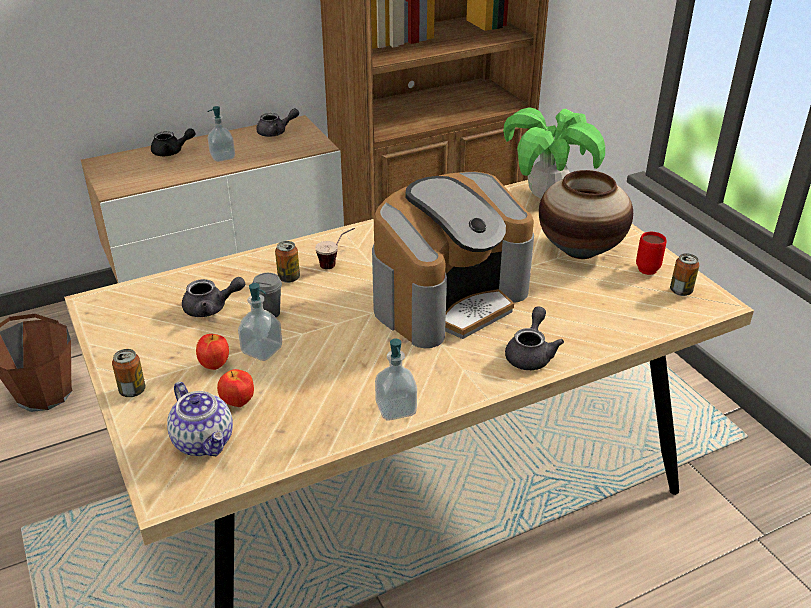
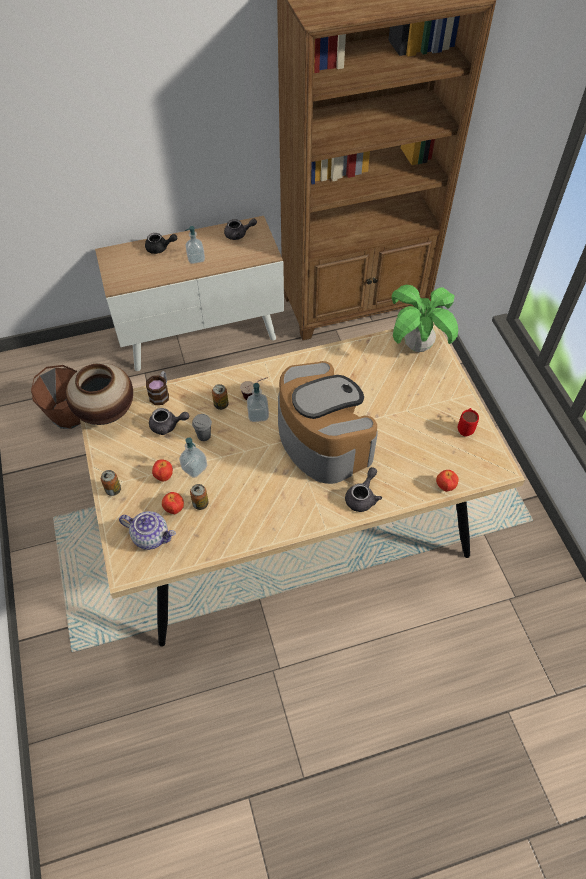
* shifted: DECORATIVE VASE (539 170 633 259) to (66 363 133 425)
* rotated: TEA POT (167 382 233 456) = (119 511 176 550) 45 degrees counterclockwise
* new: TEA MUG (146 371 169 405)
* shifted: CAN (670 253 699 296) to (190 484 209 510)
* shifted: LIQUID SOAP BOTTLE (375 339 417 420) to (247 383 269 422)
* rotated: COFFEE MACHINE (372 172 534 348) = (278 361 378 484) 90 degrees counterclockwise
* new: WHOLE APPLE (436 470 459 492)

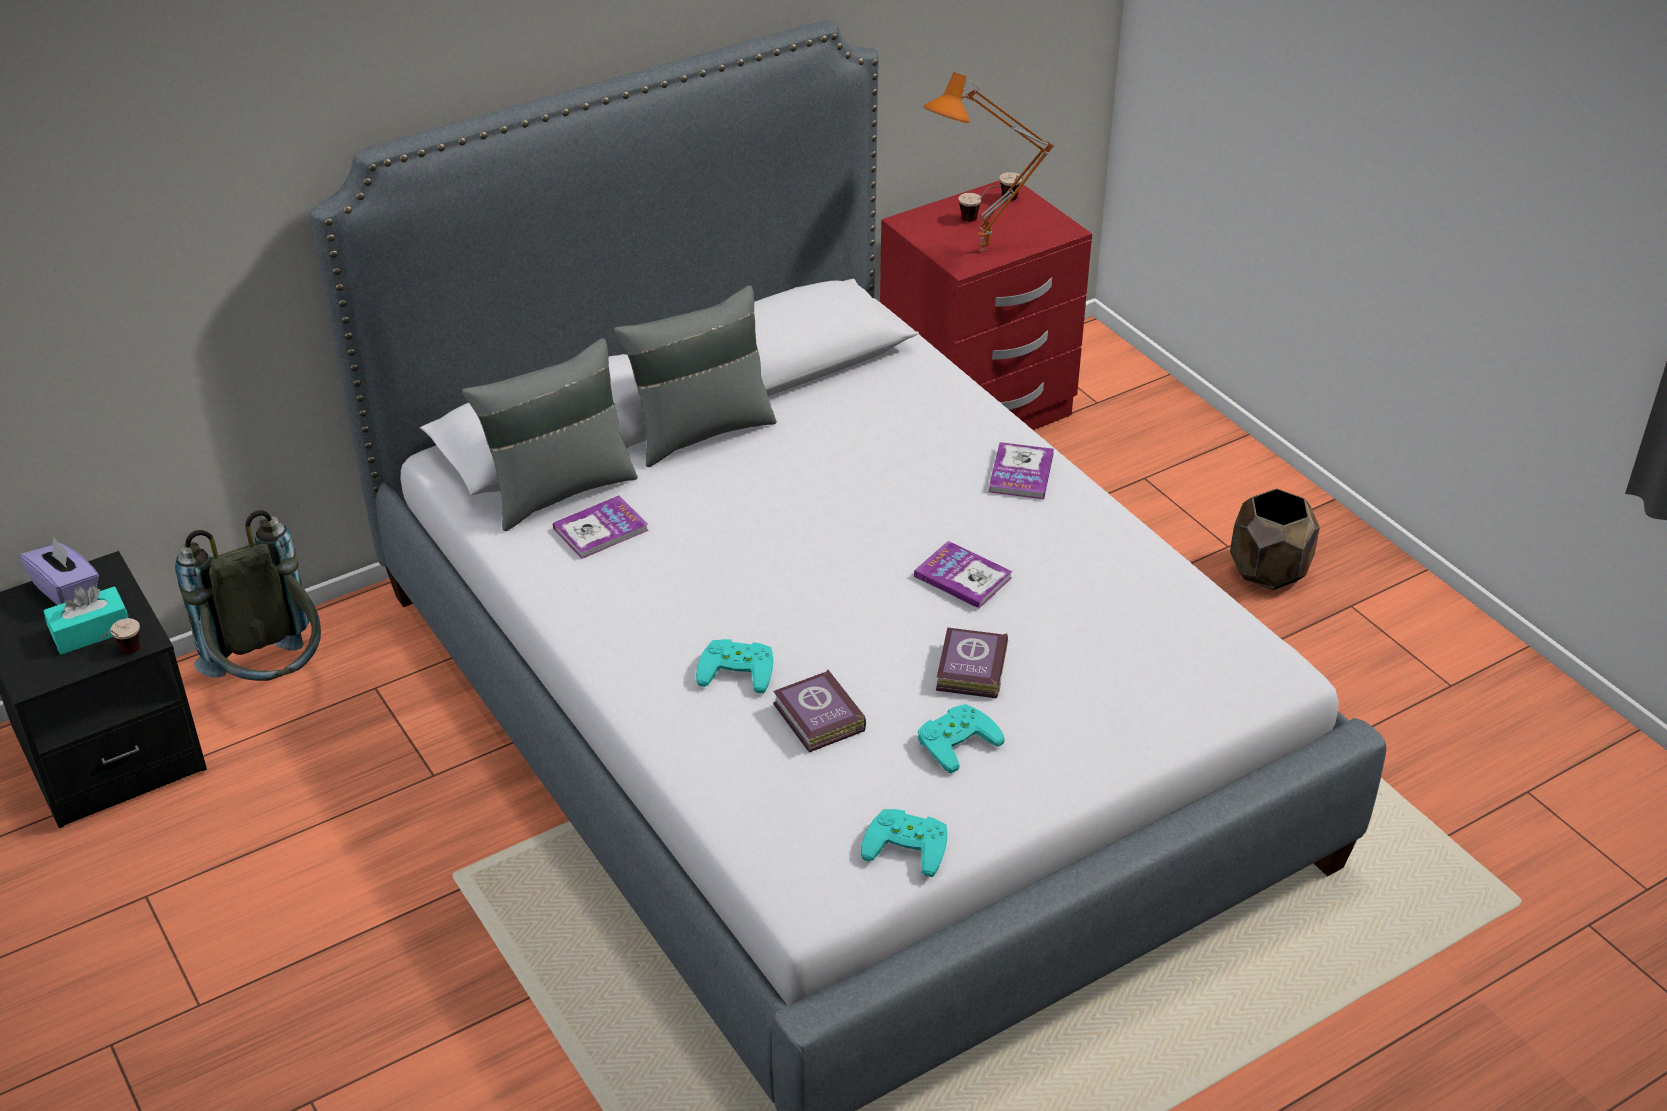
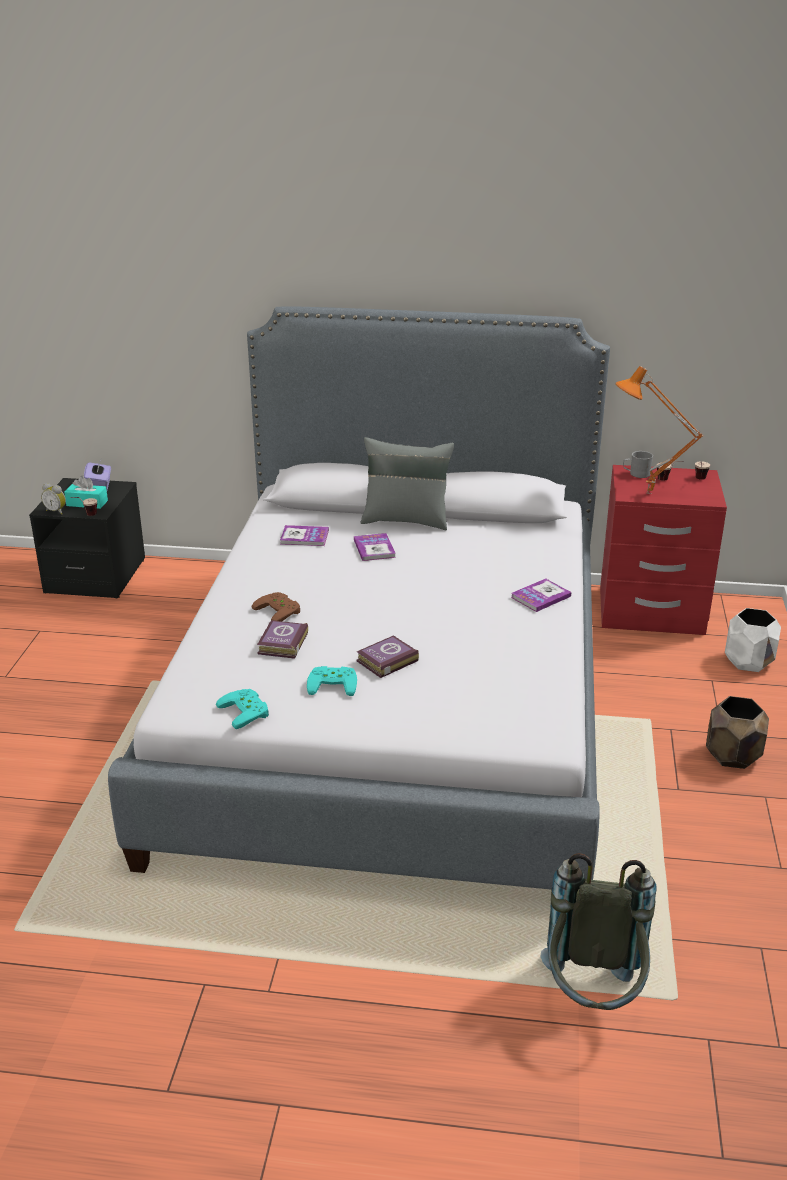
* new: TABLE CLOCK (41 483 66 515)
* repainted: TURQUOISE-COLOURED GAME CONTROLLER (696 639 773 693) to BROWNISH GAME CONTROLLER (252 592 300 621)
* shifted: BOOK (914 541 1013 608) to (354 533 396 561)
* shifted: GRAY BACKPACK (175 510 321 681) to (540 853 657 1010)
* new: GRAY TEA MUG (623 451 653 478)
* new: WHITE FLOWER POT (725 608 781 672)
* gone: GRAY CUSHION (462 338 638 531)

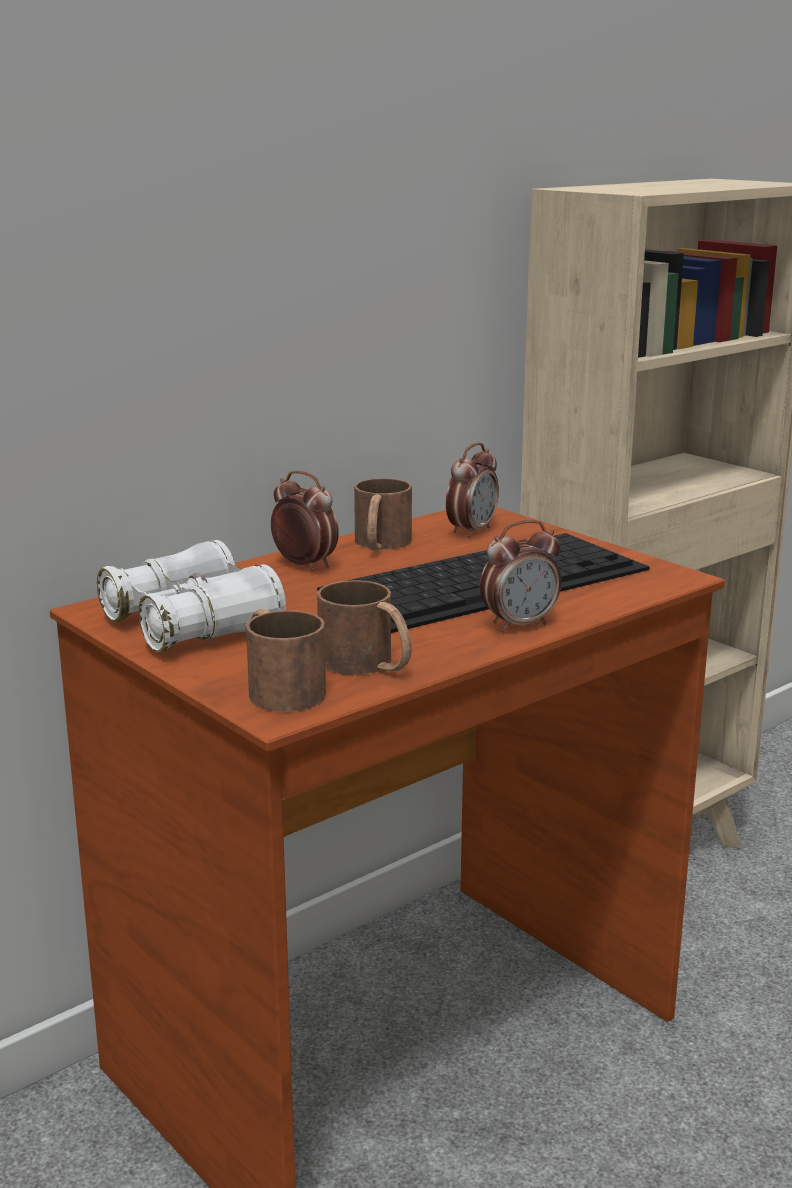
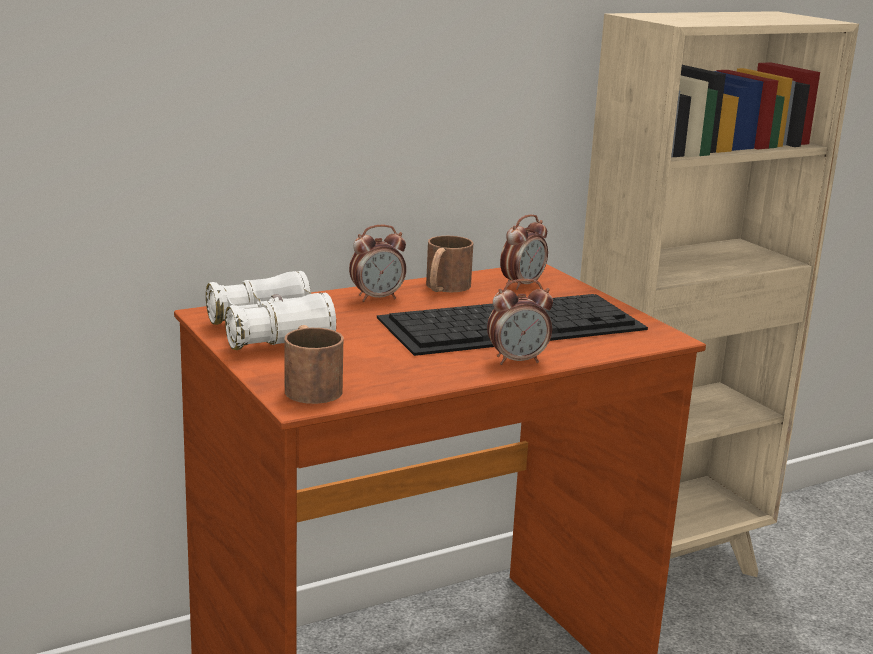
* rotated: TABLE CLOCK (271 471 339 571) = (349 225 406 302) 105 degrees clockwise
* gone: BROWNISH TEA MUG (317 580 412 675)

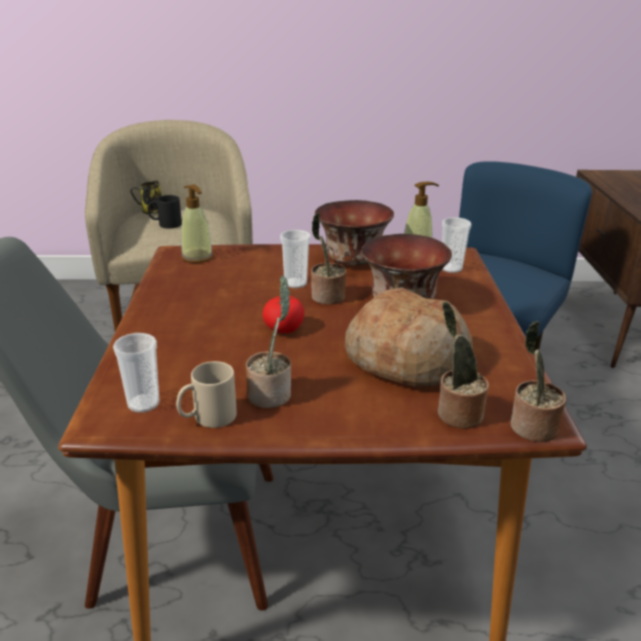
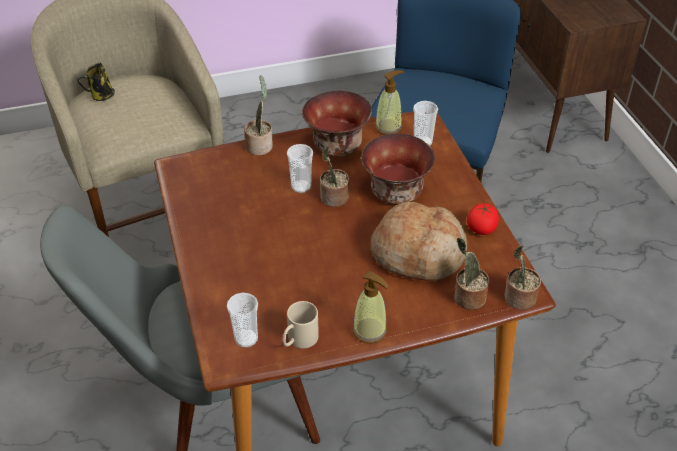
* shifted: POTTED PLANT (246 275 291 408) to (244 75 273 155)
* shifted: LIQUID SOAP BOTTLE (181 184 213 263) to (352 271 389 344)
* shifted: FRESH TOMATO (263 296 304 333) to (467 203 499 235)
* gone: BLACKISH TEA MUG (148 195 182 229)

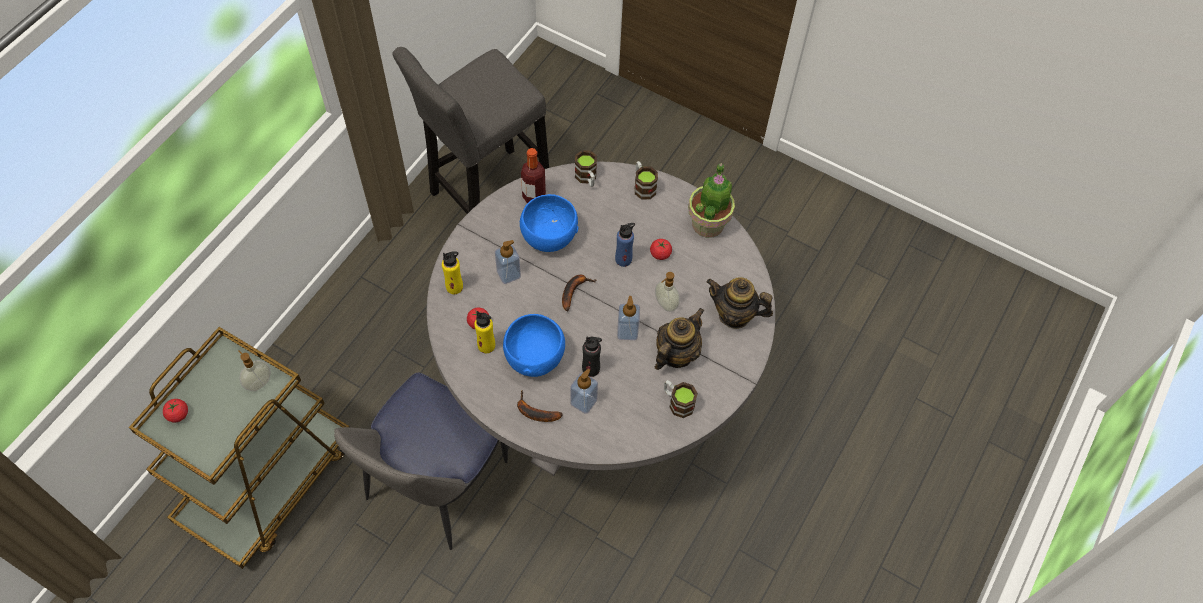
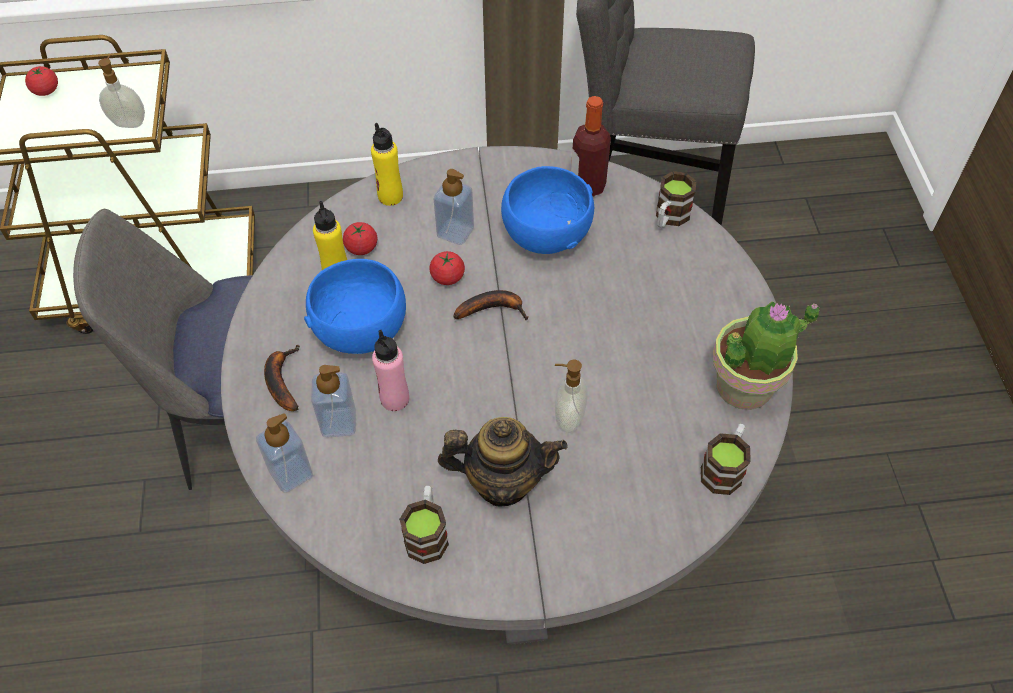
* shifted: LIQUID SOAP BOTTLE (617 296 640 340) to (256 413 313 493)
* repainted: BLACKISH BEVERAGE BOTTLE (582 336 602 377) to PINK-COLOURED BEVERAGE BOTTLE (372 330 409 411)
* shifted: FRESH TOMATO (650 239 672 260) to (429 251 465 285)
* shifted: TEA MUG (635 161 658 200) to (701 424 751 495)
* gone: BLUE-COLOURED BEVERAGE BOTTLE (615 223 635 267)
* gone: TEA POT (706 277 773 329)

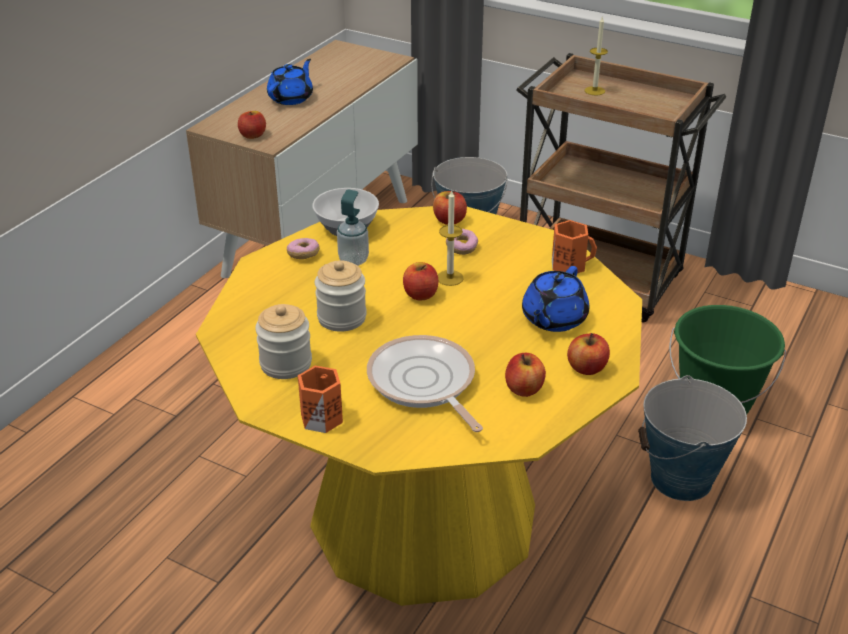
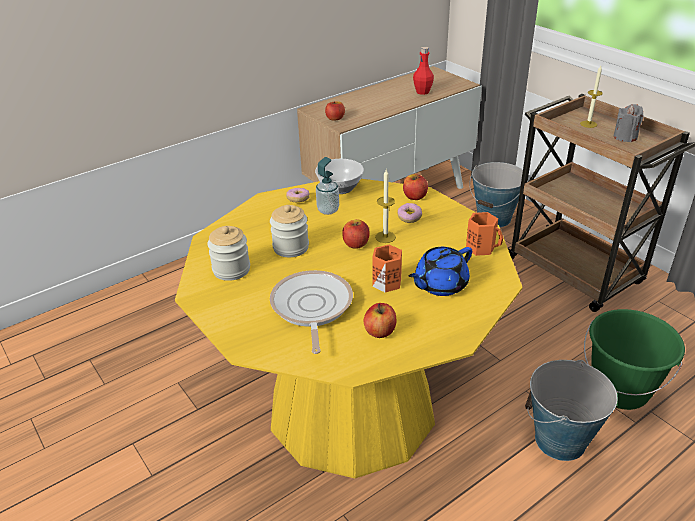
* shifted: ORANGEY TEA MUG (298 366 343 433) to (372 245 402 292)
* new: RED-COLOURED BEVERAGE BOTTLE (413 47 434 95)
* new: GRAY CANDLE (614 104 643 142)
* gone: BLUE-COLOURED TEA POT (267 59 313 105)
* gone: WHOLE APPLE (567 333 610 375)

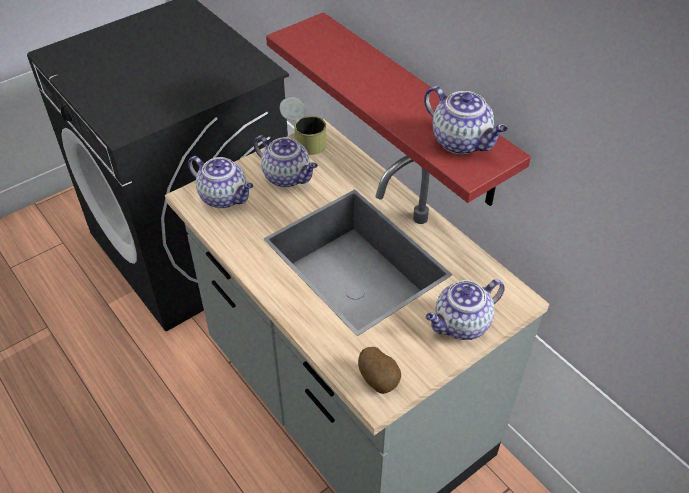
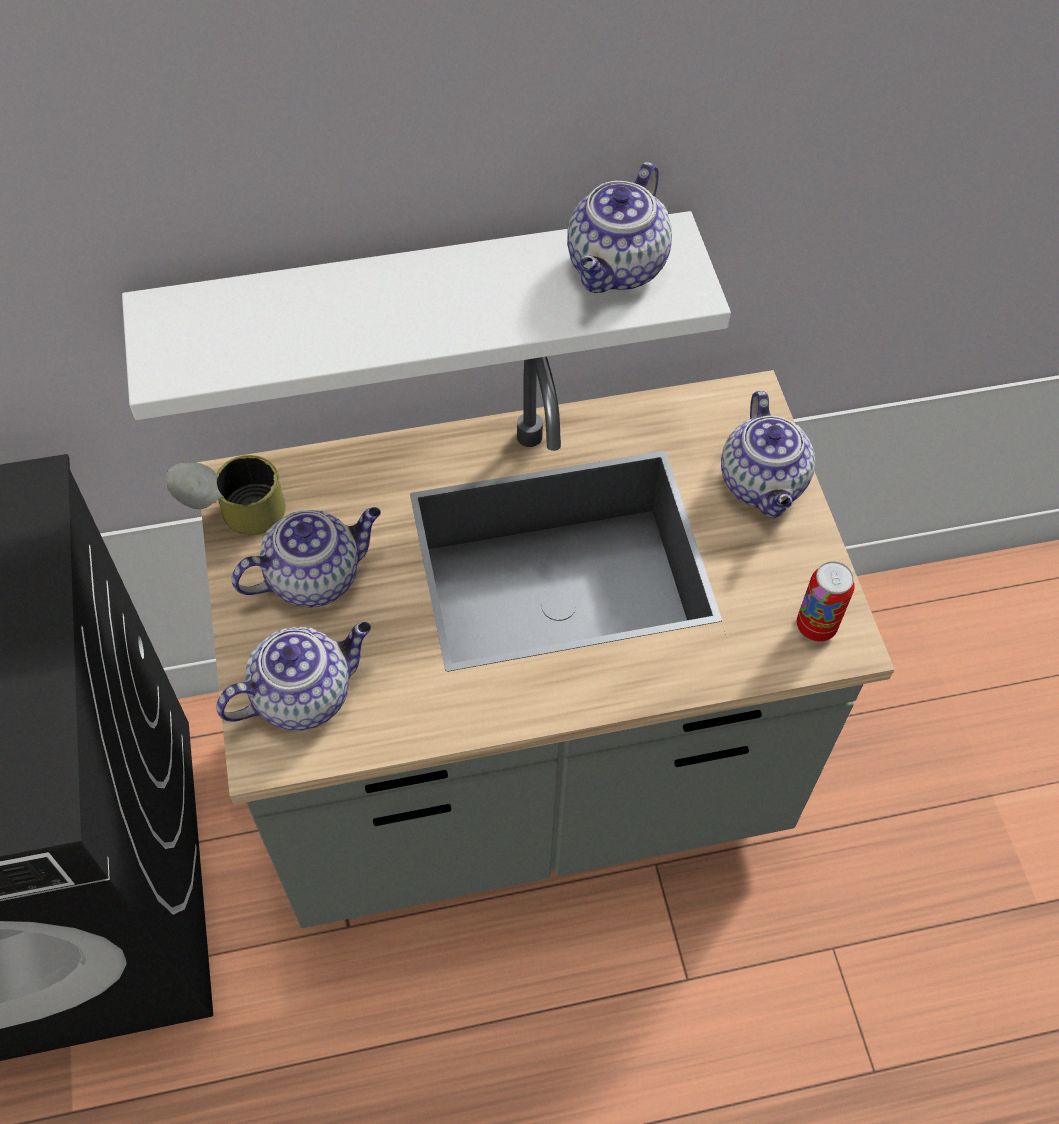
* repainted: RED-COLOURED BRACKET SHELF (266 12 531 206) to WHITE BRACKET SHELF (122 211 731 420)
* rotated: TEA POT (424 86 508 154) = (567 162 672 293) 135 degrees clockwise
* swapped: SPUD (358 347 401 394) to CAN (797 561 855 642)

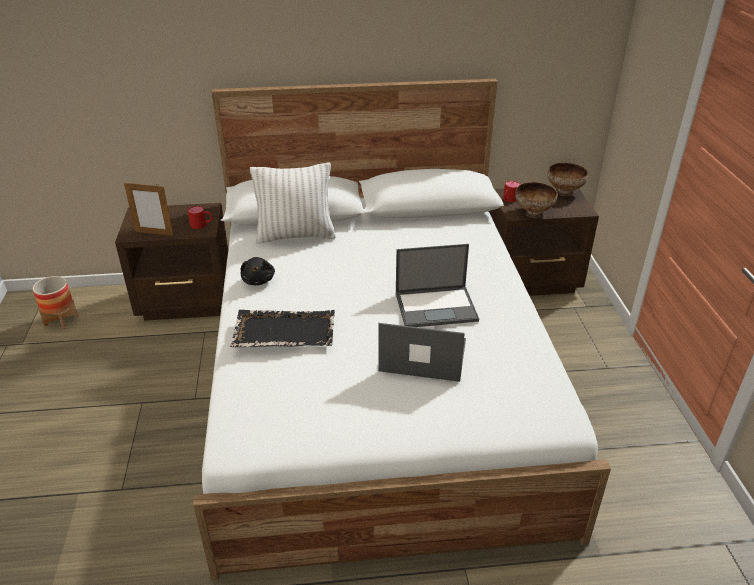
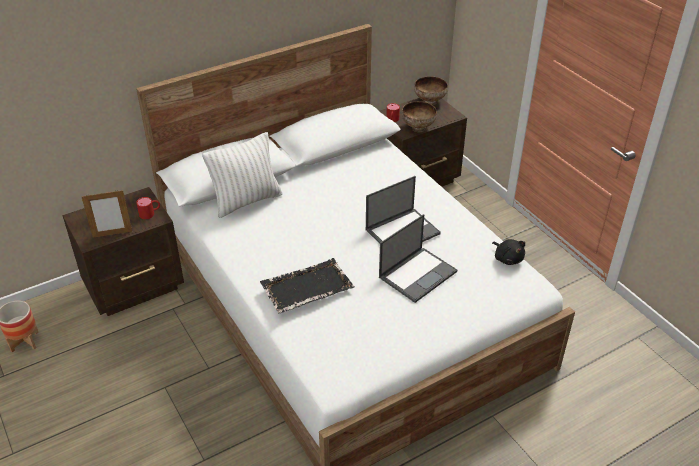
* rotated: NOTEBOOK COMPUTER (378 323 466 382) = (379 214 457 303) 150 degrees clockwise
* shifted: BLACKISH PLUSH TOY (240 257 275 285) to (492 239 525 265)

